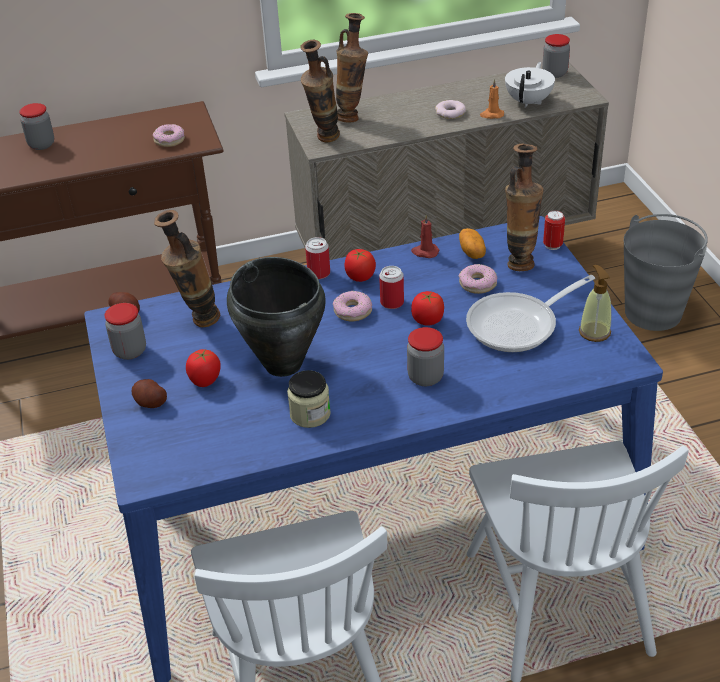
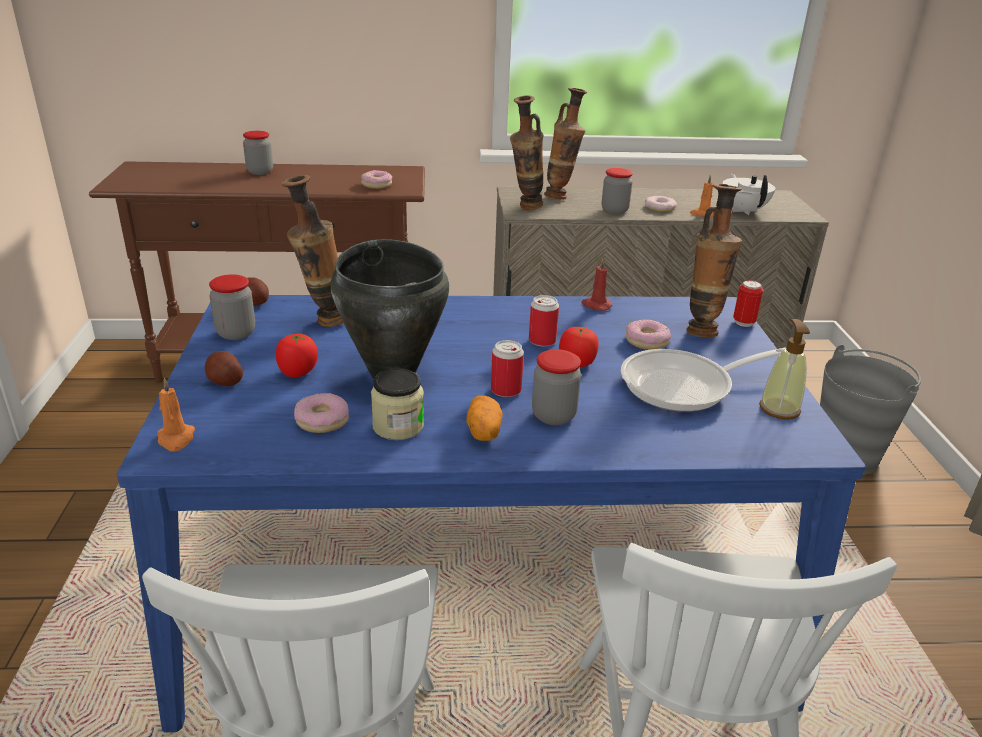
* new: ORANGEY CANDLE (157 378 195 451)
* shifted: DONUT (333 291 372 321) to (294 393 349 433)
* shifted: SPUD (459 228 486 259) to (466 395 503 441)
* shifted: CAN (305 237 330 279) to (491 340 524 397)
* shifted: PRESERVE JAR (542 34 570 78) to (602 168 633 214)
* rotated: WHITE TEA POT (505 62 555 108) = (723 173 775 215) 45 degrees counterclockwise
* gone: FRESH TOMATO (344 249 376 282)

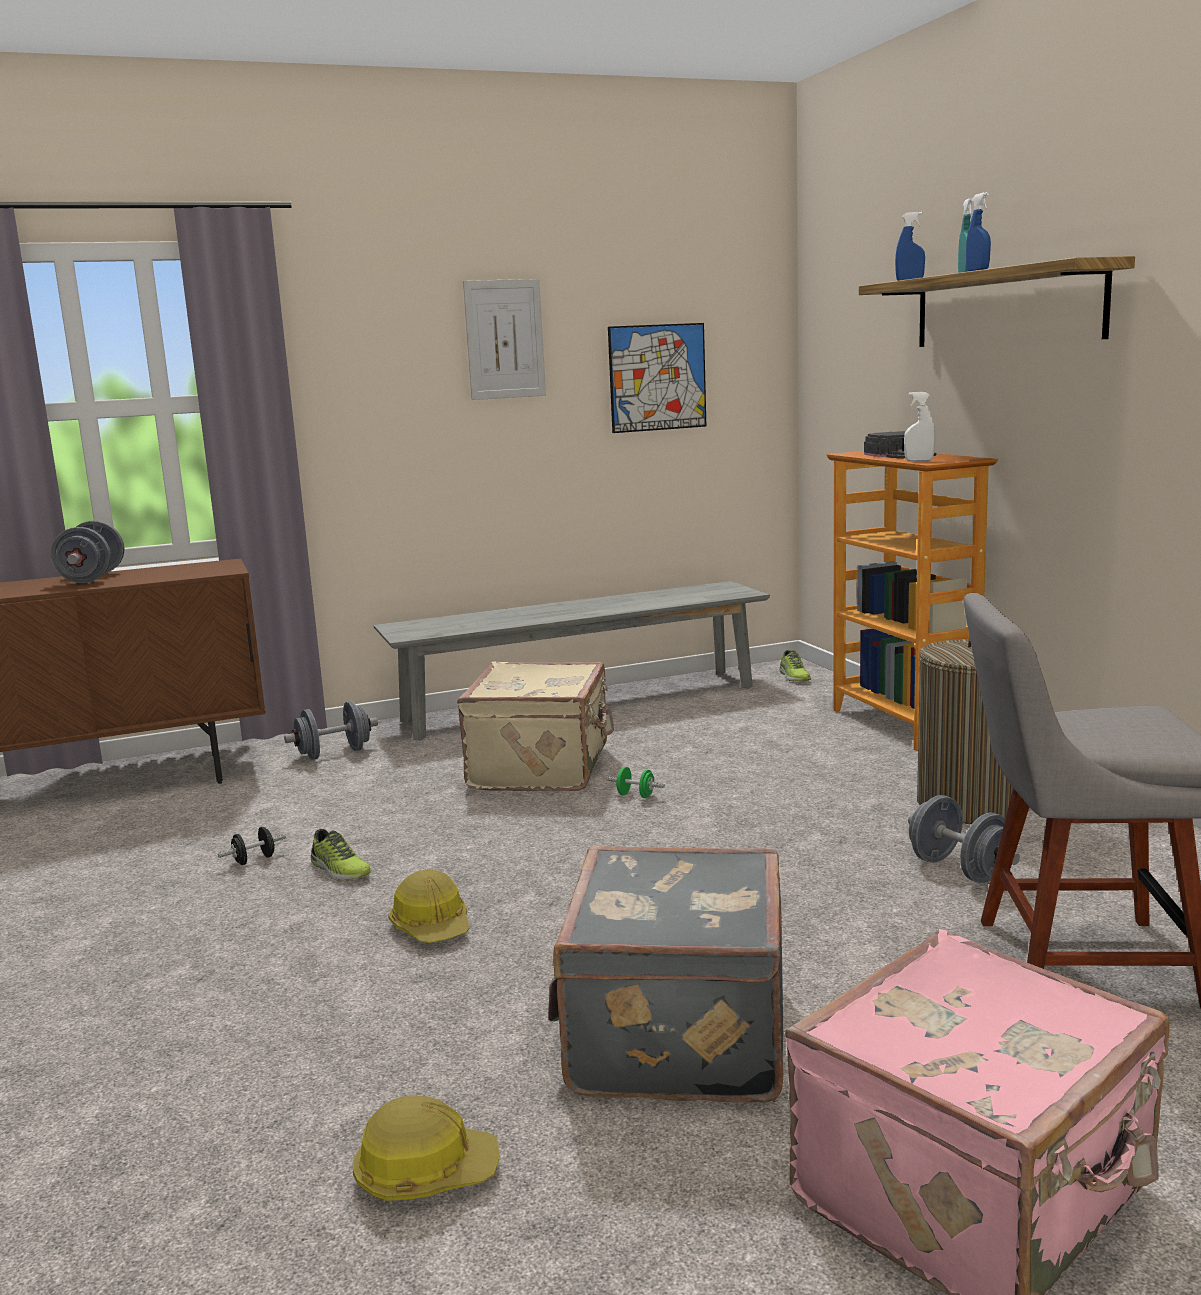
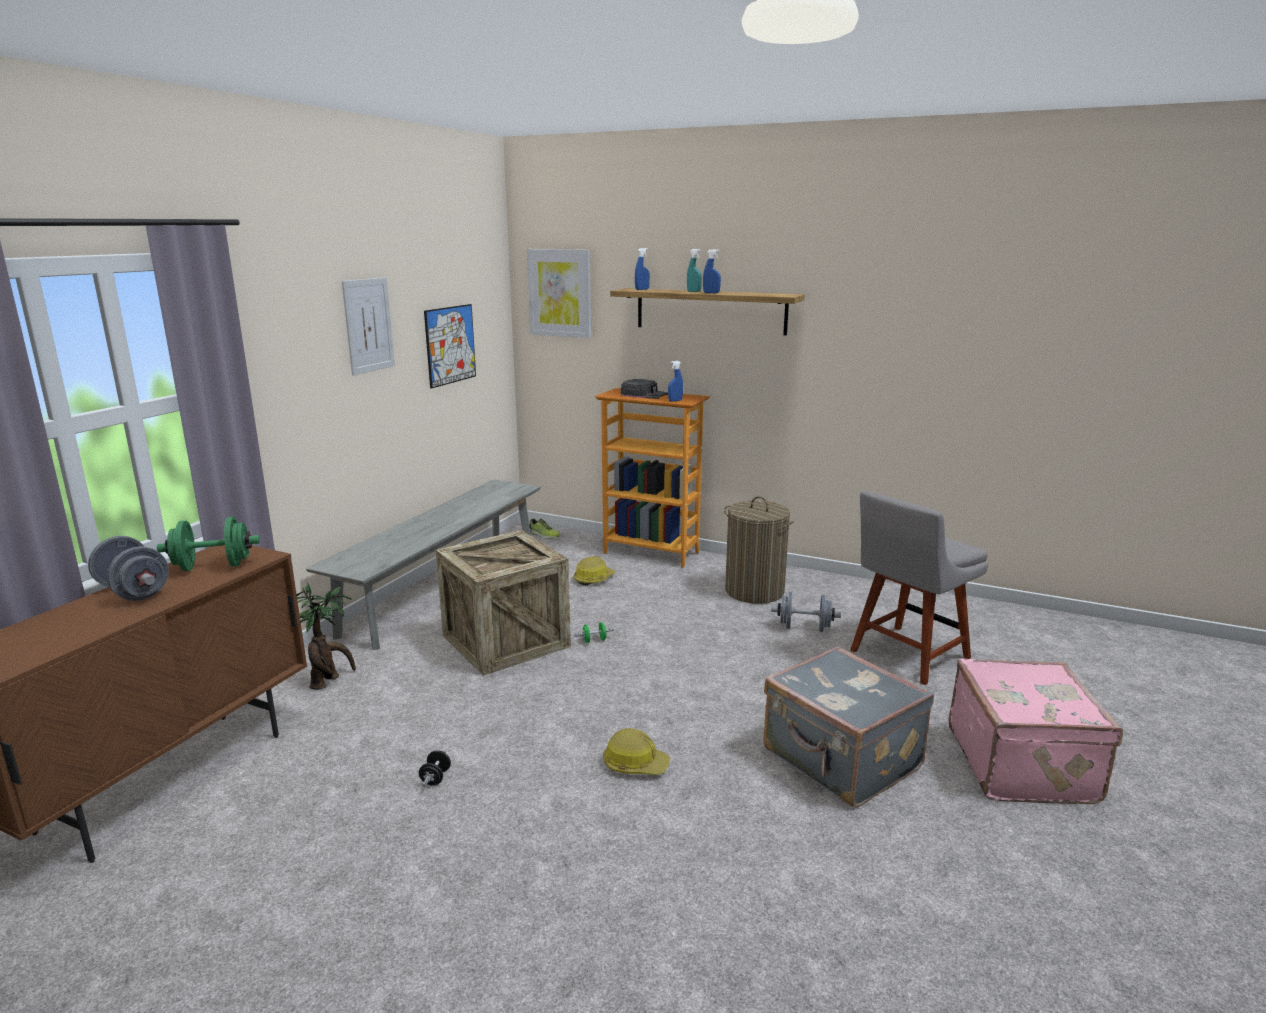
* new: GREENISH HAND WEIGHT (157 517 260 571)
* swapped: GRAY HAND WEIGHT (284 701 378 760) to POTTED PLANT (297 583 356 690)
* swapped: BEIGE-COLOURED TRAVEL CASE (457 661 614 791) to CRATE (436 530 571 676)
* new: WALL ART (527 249 591 338)
* shifted: HARD HAT (353 1096 500 1201) to (574 556 615 586)
* repainted: WHITE HAND SPRAYER (904 392 935 461) to BLUE-COLOURED HAND SPRAYER (668 361 683 402)
* gone: ITEM OF FOOTWEAR (311 829 372 881)

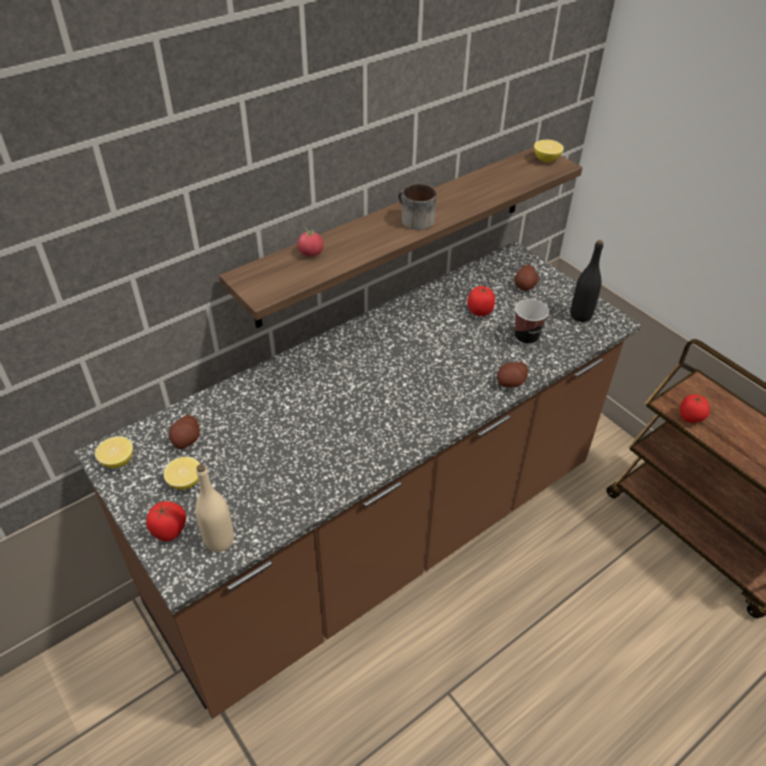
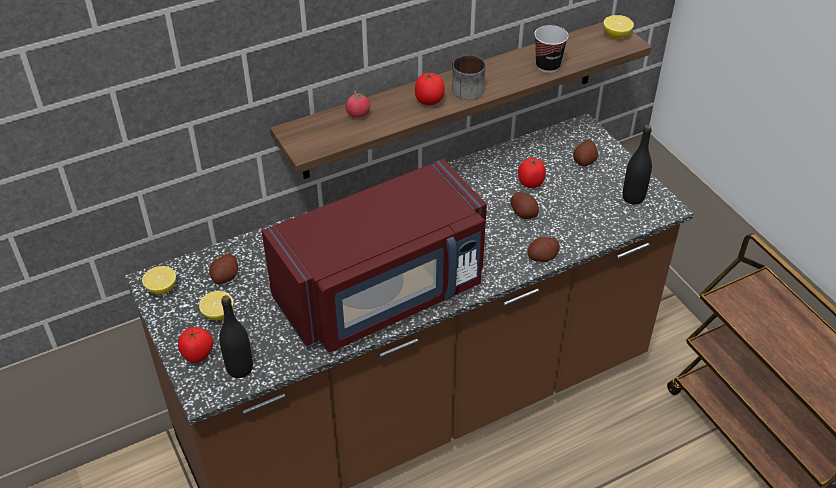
* repainted: BEIGE-COLOURED BEVERAGE BOTTLE (195 464 234 553) to BLACKISH BEVERAGE BOTTLE (219 295 253 378)
* new: RED-COLOURED MICROWAVE OVEN (262 159 487 352)
* shifted: FRESH TOMATO (680 394 710 423) to (415 72 445 105)
* new: SPUD (510 192 539 219)
* shifted: SMALL CUP (515 299 549 345) to (534 25 568 73)

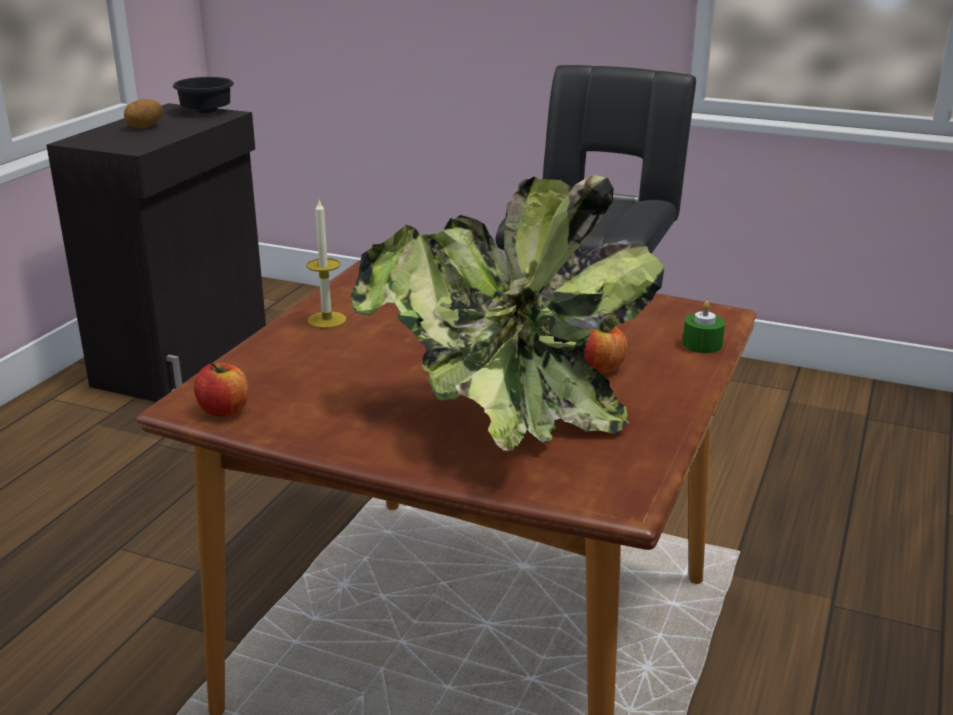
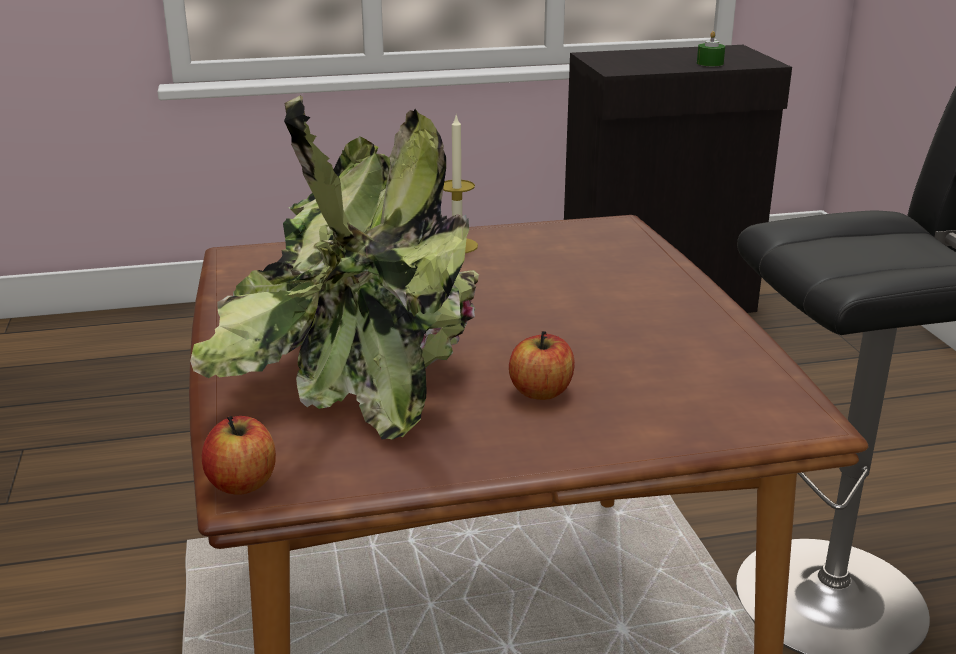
* shifted: WHOLE APPLE (194 363 248 417) to (202 416 276 495)
* shifted: GREENISH CANDLE (683 301 725 353) to (697 31 725 66)
* gone: SPUD (124 99 163 129)
* gone: BLACKISH SERVING BOWL (173 77 234 113)

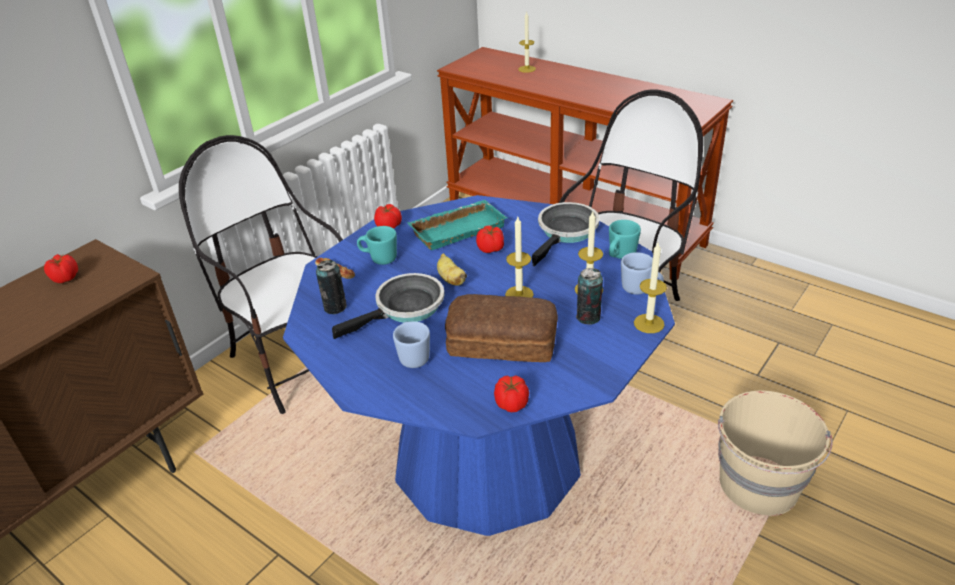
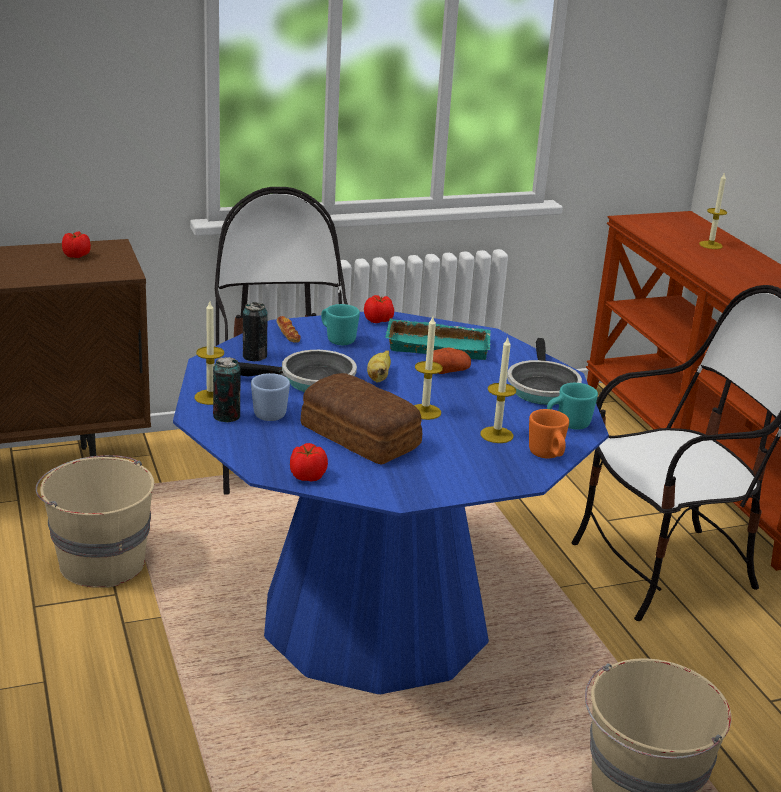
* new: BEIGE-COLOURED BUCKET (35 455 154 588)
* shifted: CANDLE (634 243 667 333) to (195 301 224 405)
* shifted: CAN (576 268 603 325) to (213 357 241 422)
* swapped: FRESH TOMATO (476 226 504 253) to SPUD (433 347 471 374)
* rotated: SKILLET (532 202 600 266) = (507 338 582 405) 120 degrees clockwise
* repainted: BLUE-COLOURED TEA MUG (621 252 664 295) to ORANGEY TEA MUG (529 409 569 458)

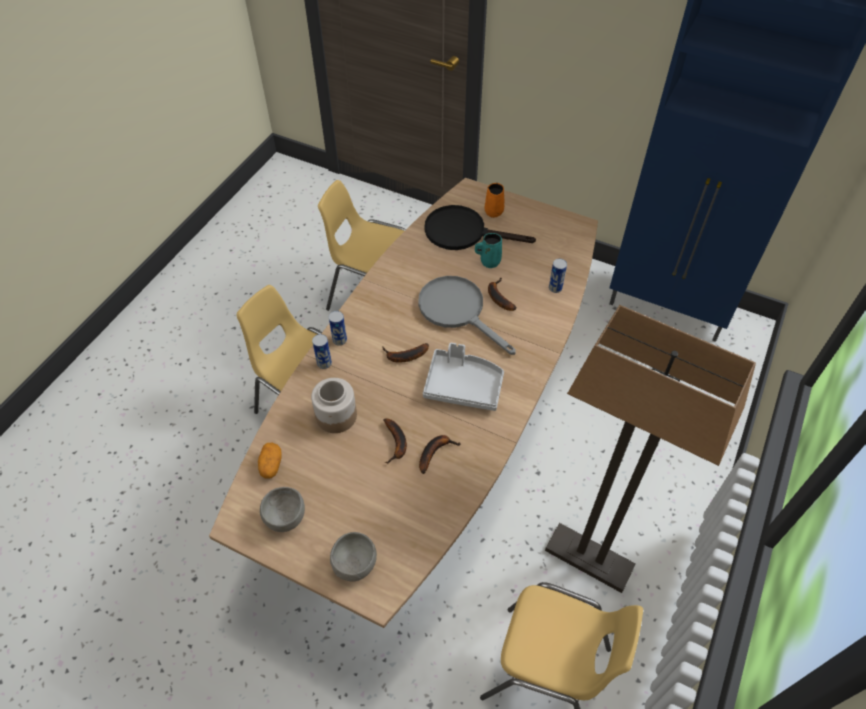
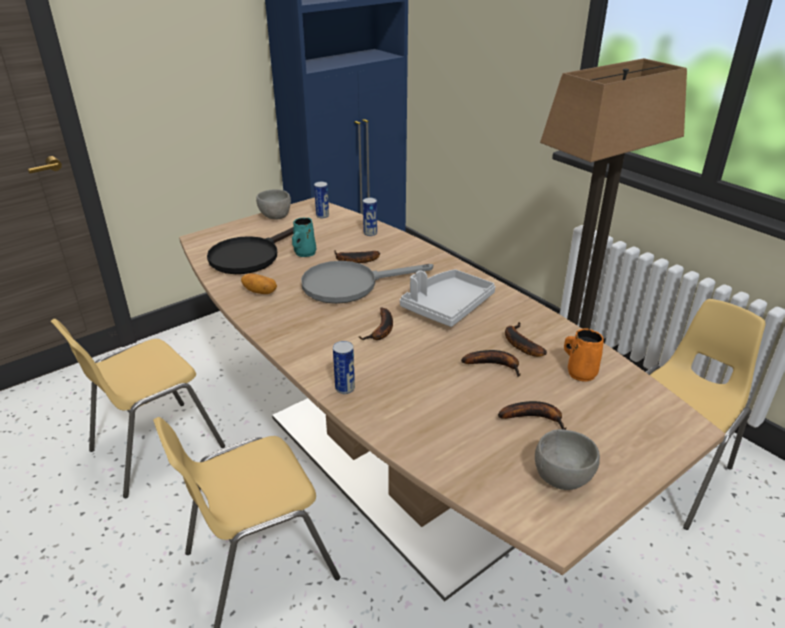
* shifted: SPUD (258 443 282 479) to (241 273 277 294)
* shifted: GRAY SERVING BOWL (330 532 377 582) to (256 189 291 220)
* shifted: CAN (329 311 347 346) to (314 182 329 218)
* new: BANANA (498 401 567 430)
* shifted: ORANGEY TEA MUG (484 183 504 218) to (564 328 604 382)
* gone: PRESERVE JAR (311 378 357 433)

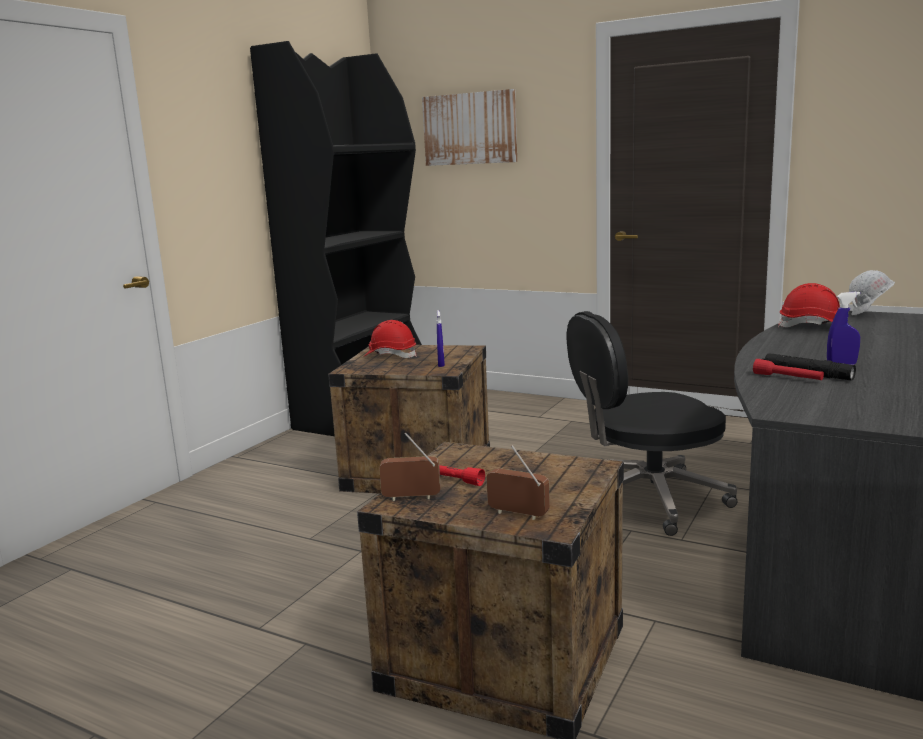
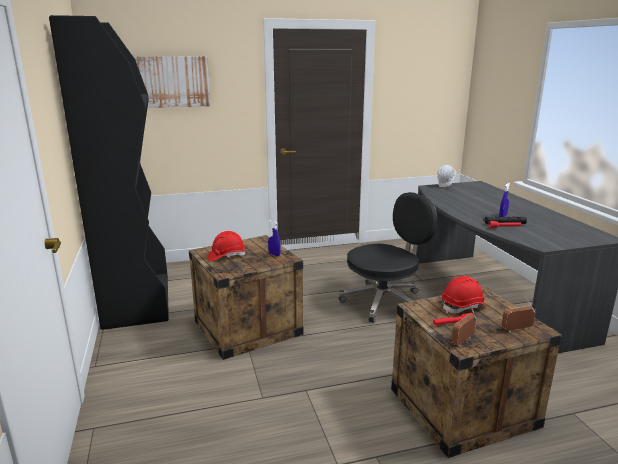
* rotated: BLACKISH OFFICE CHAIR (567 311 738 536) = (338 192 437 323) 150 degrees counterclockwise
* shifted: RED-COLOURED HARD HAT (778 283 840 327) to (442 276 487 313)

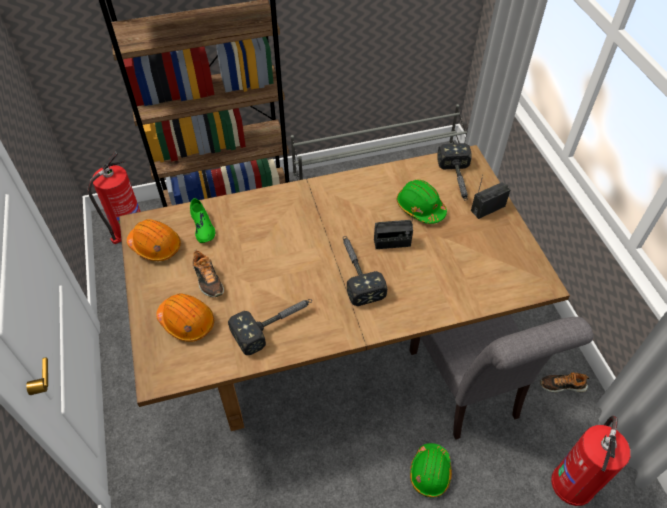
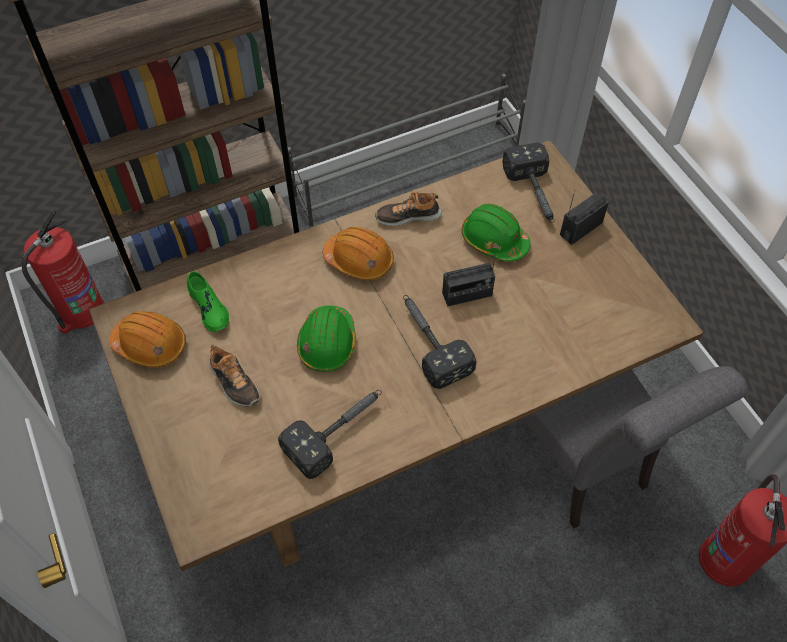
* shifted: GREENISH HARD HAT (410 443 452 497) to (297 305 356 372)
* shifted: ORANGEY HARD HAT (156 294 214 342) to (323 227 394 280)
* shifted: ITEM OF FOOTWEAR (540 372 589 392) to (375 191 442 226)

